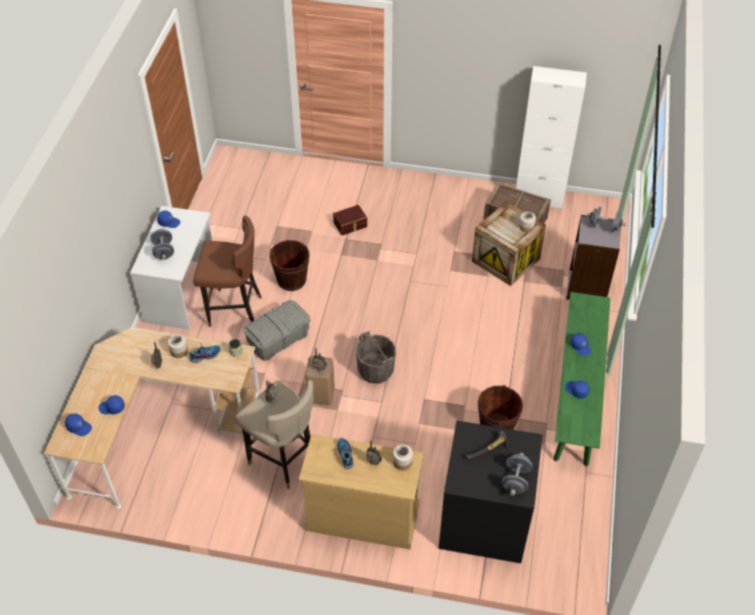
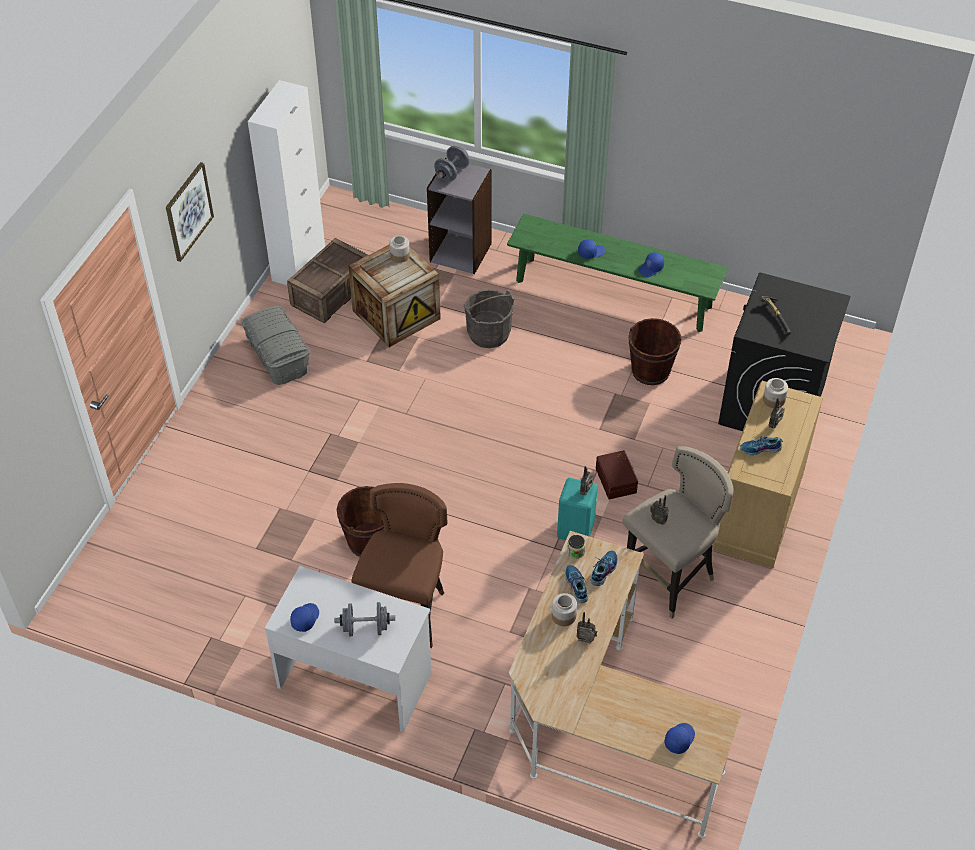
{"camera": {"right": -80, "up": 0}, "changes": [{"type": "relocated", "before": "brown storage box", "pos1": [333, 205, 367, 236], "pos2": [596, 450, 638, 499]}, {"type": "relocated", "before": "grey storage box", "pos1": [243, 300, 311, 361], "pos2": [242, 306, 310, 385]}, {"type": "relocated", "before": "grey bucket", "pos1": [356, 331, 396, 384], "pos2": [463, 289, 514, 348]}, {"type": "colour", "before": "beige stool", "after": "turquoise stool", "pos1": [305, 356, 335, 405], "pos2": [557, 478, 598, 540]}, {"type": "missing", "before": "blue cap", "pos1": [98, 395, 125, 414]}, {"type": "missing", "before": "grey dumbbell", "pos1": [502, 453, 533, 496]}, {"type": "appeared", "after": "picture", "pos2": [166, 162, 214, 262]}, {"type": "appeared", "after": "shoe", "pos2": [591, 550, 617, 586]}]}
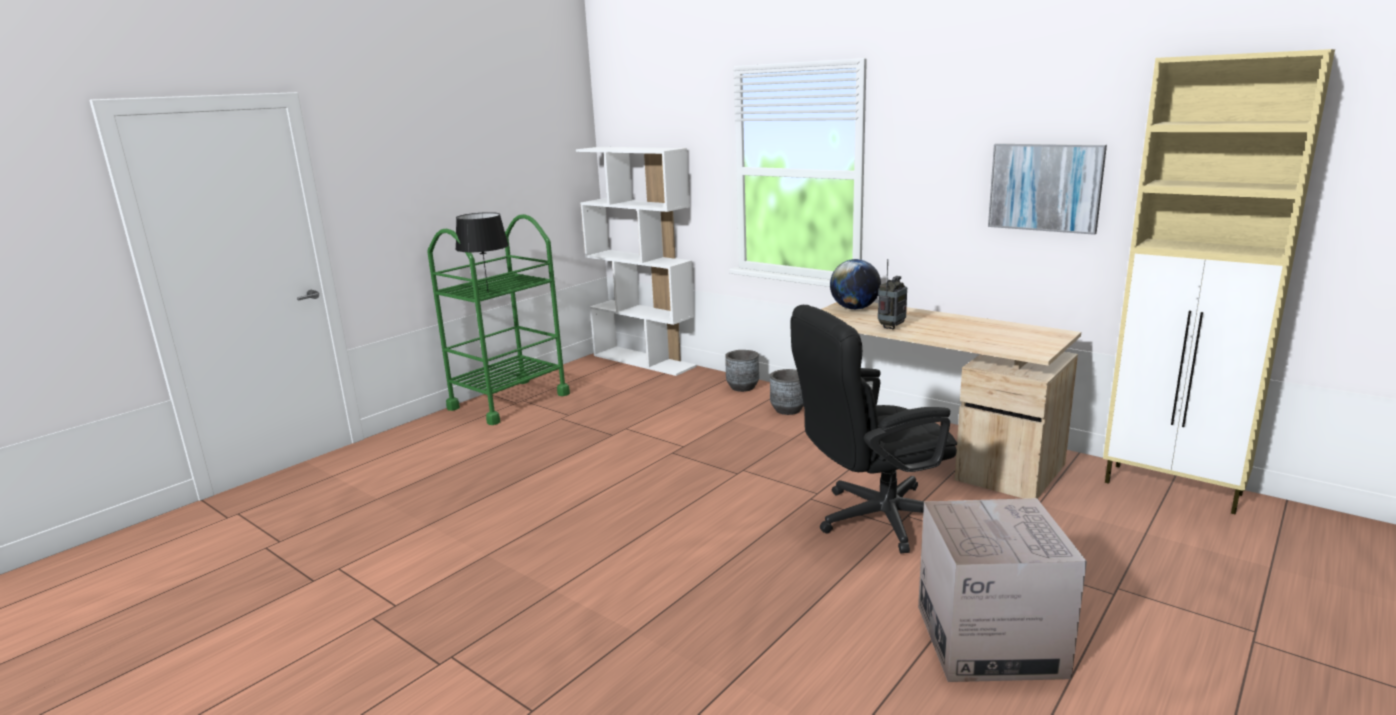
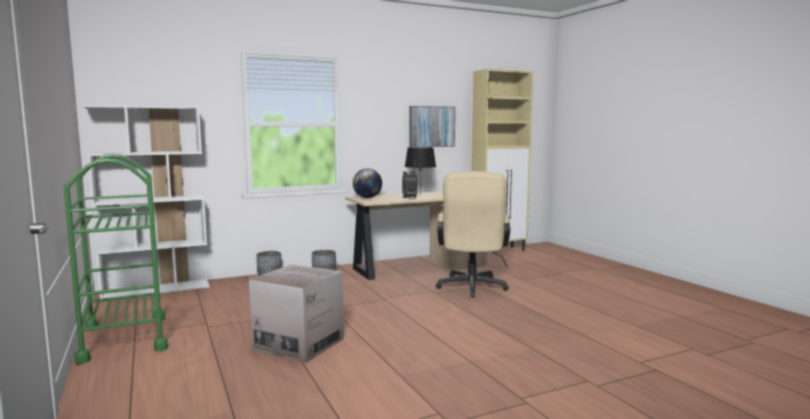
{"camera": {"right": -65, "up": -10}, "changes": [{"type": "relocated", "before": "black table lamp", "pos1": [456, 212, 509, 293], "pos2": [405, 147, 436, 195]}, {"type": "colour", "before": "black office chair", "after": "beige office chair", "pos1": [790, 305, 957, 553], "pos2": [436, 171, 510, 297]}, {"type": "relocated", "before": "cardboard box", "pos1": [918, 498, 1087, 682], "pos2": [249, 264, 344, 363]}]}
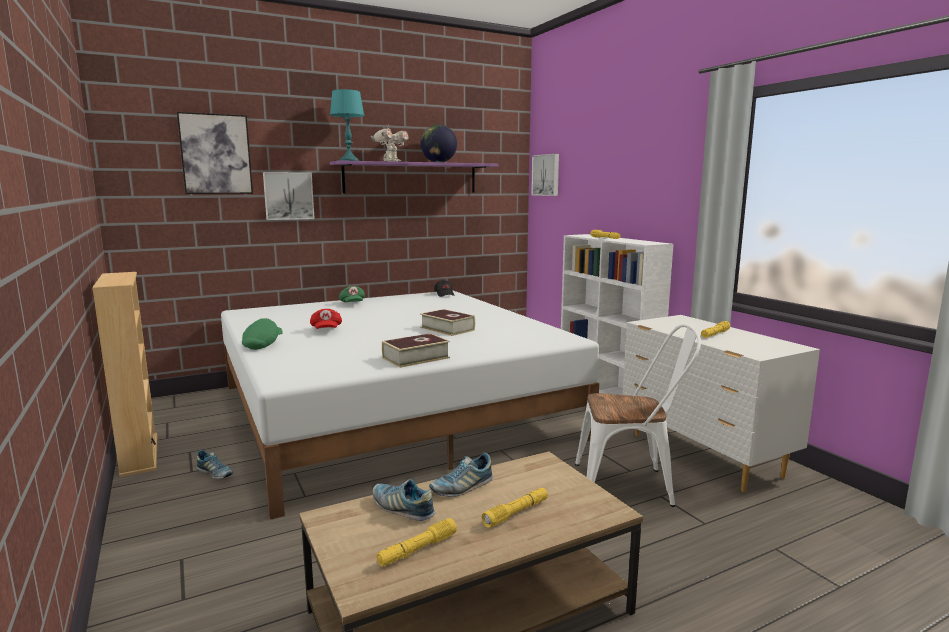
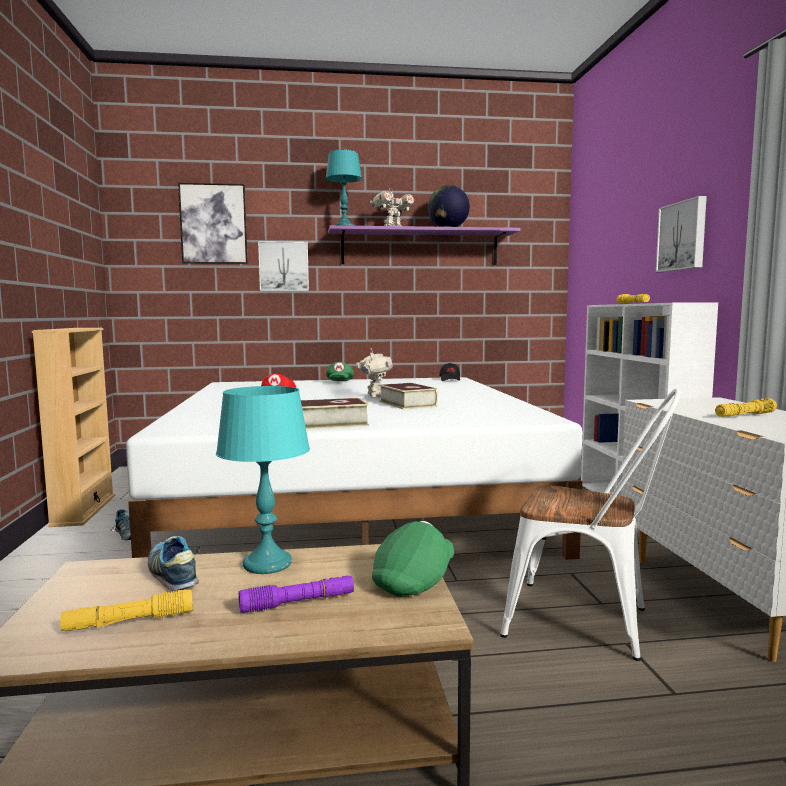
{"camera": {"right": 20, "up": -5}, "changes": [{"type": "relocated", "before": "picture", "pos1": [531, 154, 559, 196], "pos2": [656, 196, 707, 272]}, {"type": "relocated", "before": "green cap", "pos1": [242, 318, 283, 350], "pos2": [372, 521, 454, 597]}, {"type": "exchanged", "before": "shoe", "after": "turquoise table lamp", "pos1": [429, 453, 493, 497], "pos2": [216, 386, 310, 574]}, {"type": "colour", "before": "yellow flashlight", "after": "purple flashlight", "pos1": [482, 488, 548, 527], "pos2": [239, 575, 354, 613]}, {"type": "appeared", "after": "toy robot", "pos2": [356, 348, 393, 397]}]}
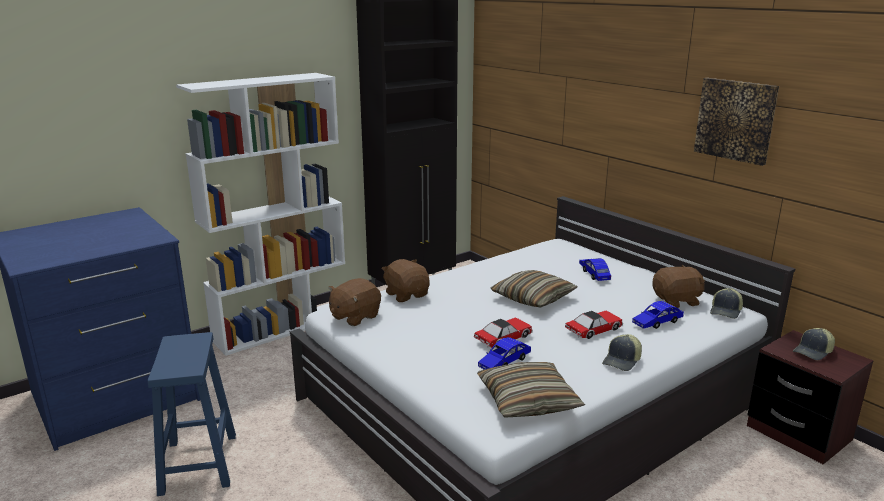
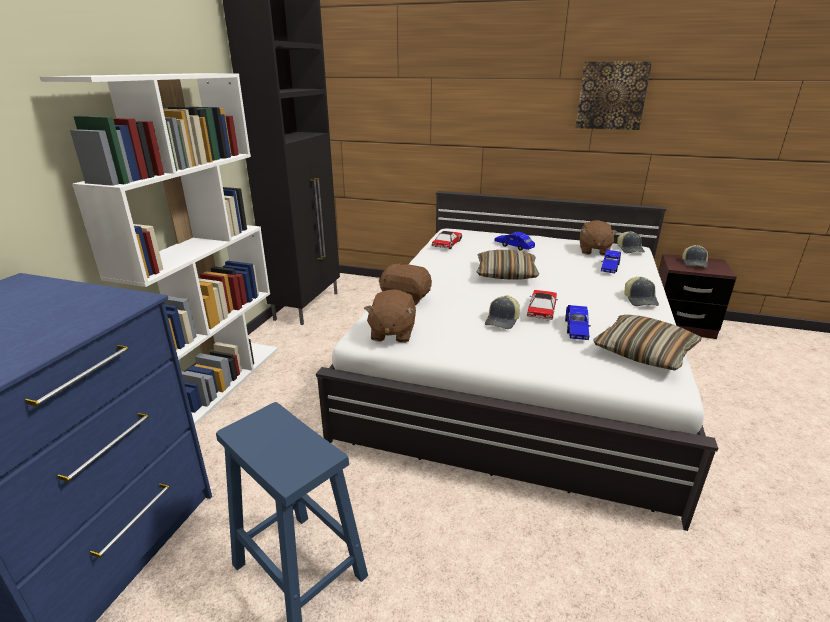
{"camera": {"right": -35, "up": 5}, "changes": [{"type": "spun", "before": "brown plush toy", "pos1": [652, 264, 705, 308], "pos2": [580, 220, 618, 256], "turn": 150}, {"type": "relocated", "before": "toy car", "pos1": [565, 311, 623, 339], "pos2": [432, 231, 462, 249]}, {"type": "appeared", "after": "cap", "pos2": [485, 296, 520, 329]}]}
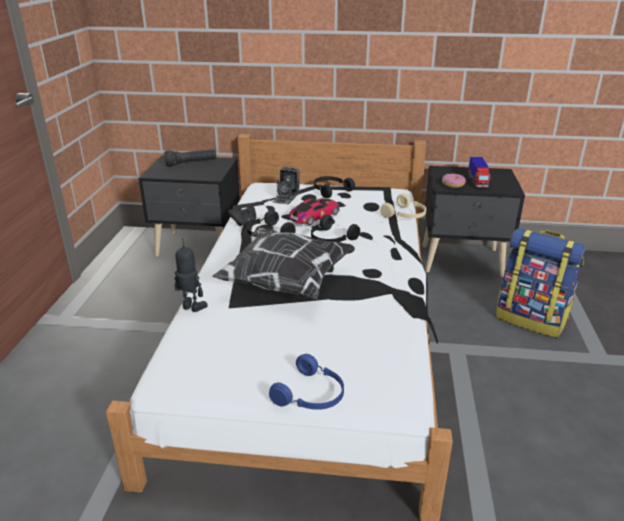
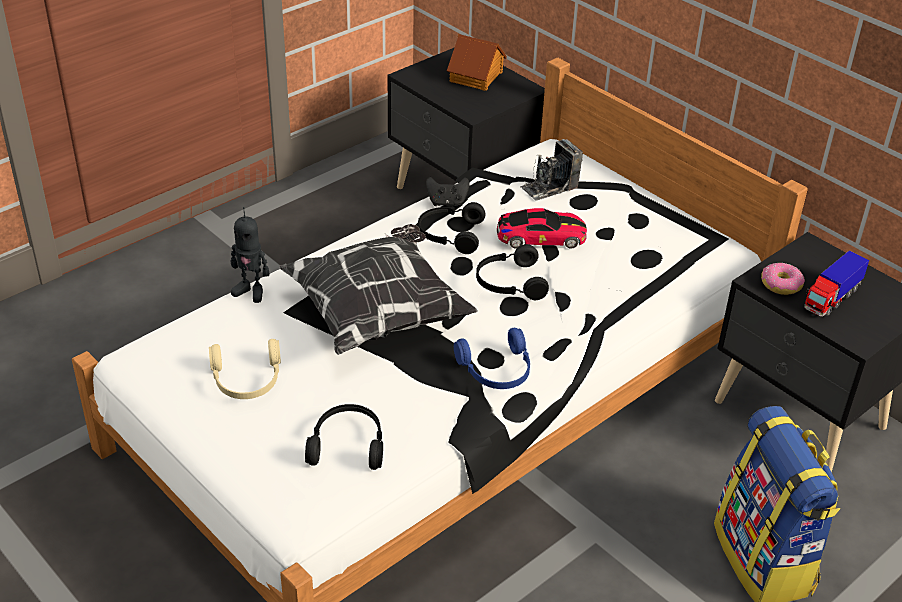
{"camera": {"right": 40, "up": 10}, "changes": [{"type": "exchanged", "before": "black flashlight", "after": "toy house", "pos1": [164, 149, 216, 167], "pos2": [447, 34, 507, 91]}, {"type": "relocated", "before": "black headphones", "pos1": [314, 176, 355, 198], "pos2": [305, 404, 383, 470]}, {"type": "relocated", "before": "beige headphones", "pos1": [380, 193, 426, 218], "pos2": [209, 339, 281, 399]}, {"type": "spun", "before": "toy robot", "pos1": [175, 238, 208, 312], "pos2": [231, 207, 269, 303], "turn": 135}, {"type": "relocated", "before": "blue headphones", "pos1": [269, 354, 344, 410], "pos2": [454, 328, 530, 389]}]}
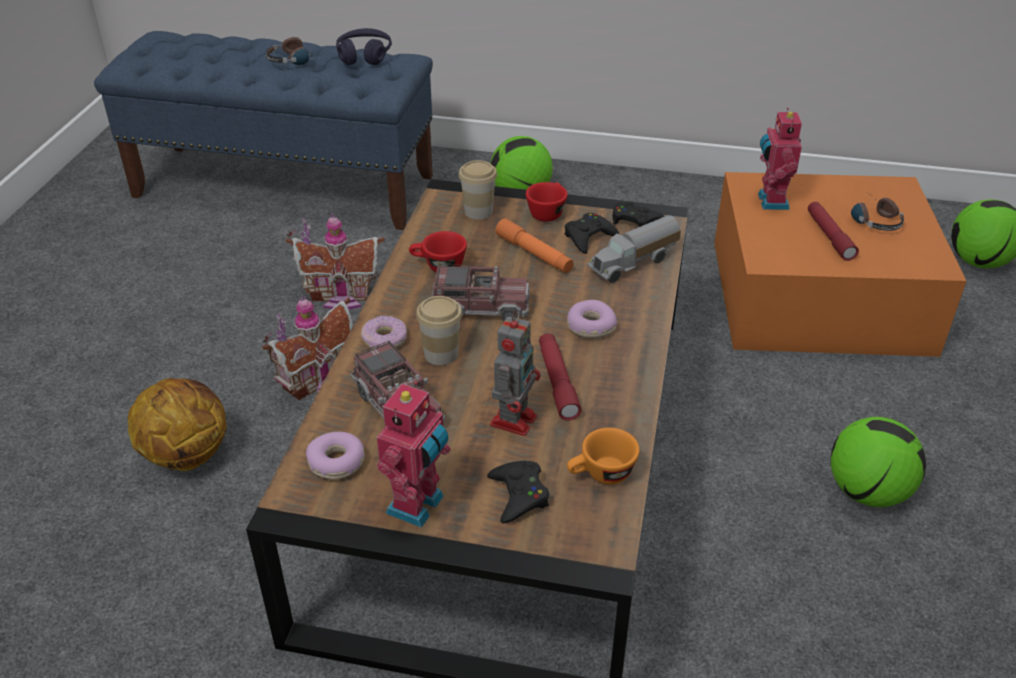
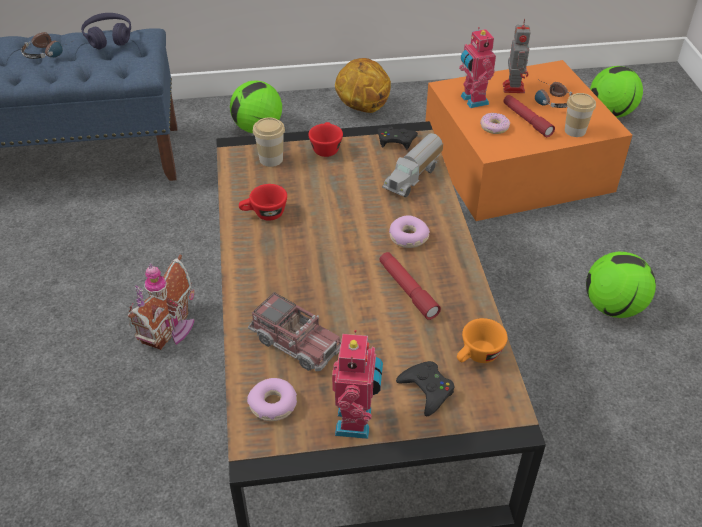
{"camera": {"right": -20, "up": 5}, "changes": [{"type": "missing", "before": "toy house", "pos1": [286, 213, 385, 309]}, {"type": "missing", "before": "black game controller", "pos1": [565, 213, 619, 254]}, {"type": "missing", "before": "orange flashlight", "pos1": [496, 218, 574, 273]}, {"type": "missing", "before": "toy truck", "pos1": [431, 264, 530, 321]}, {"type": "relocated", "before": "cup", "pos1": [416, 296, 462, 365], "pos2": [565, 93, 596, 137]}, {"type": "relocated", "before": "toy robot", "pos1": [490, 310, 541, 436], "pos2": [503, 19, 531, 93]}, {"type": "relocated", "before": "donut", "pos1": [361, 315, 407, 349], "pos2": [480, 113, 510, 134]}, {"type": "relocated", "before": "basketball", "pos1": [128, 378, 227, 471], "pos2": [335, 58, 391, 113]}]}
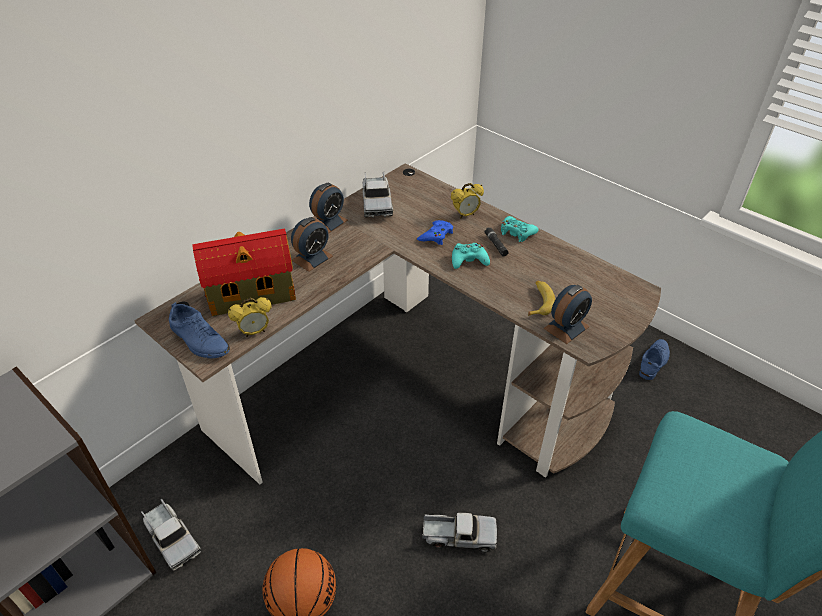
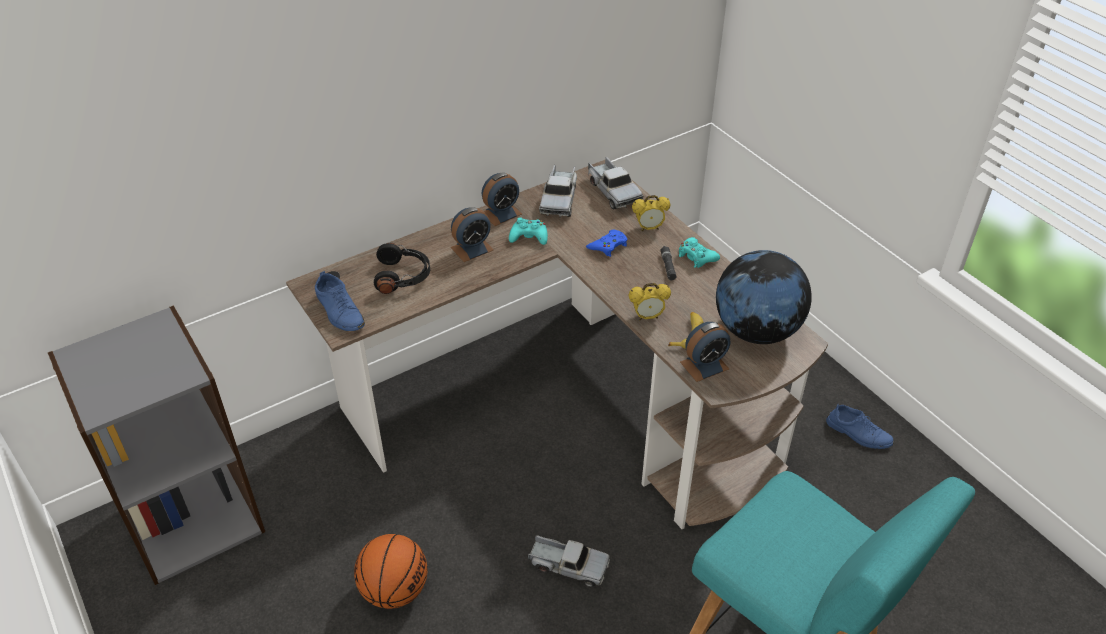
{"camera": {"right": 15, "up": 0}, "changes": [{"type": "exchanged", "before": "toy house", "after": "black headphones", "pos1": [192, 228, 296, 316], "pos2": [374, 243, 430, 294]}, {"type": "relocated", "before": "turquoise game controller", "pos1": [452, 243, 490, 269], "pos2": [509, 217, 548, 245]}, {"type": "relocated", "before": "alarm clock", "pos1": [228, 297, 272, 337], "pos2": [629, 283, 671, 321]}, {"type": "spun", "before": "blue shoe", "pos1": [639, 339, 670, 380], "pos2": [826, 404, 894, 449], "turn": 75}, {"type": "relocated", "before": "toy truck", "pos1": [141, 499, 201, 571], "pos2": [588, 157, 644, 209]}, {"type": "appeared", "after": "globe", "pos2": [716, 250, 812, 344]}]}
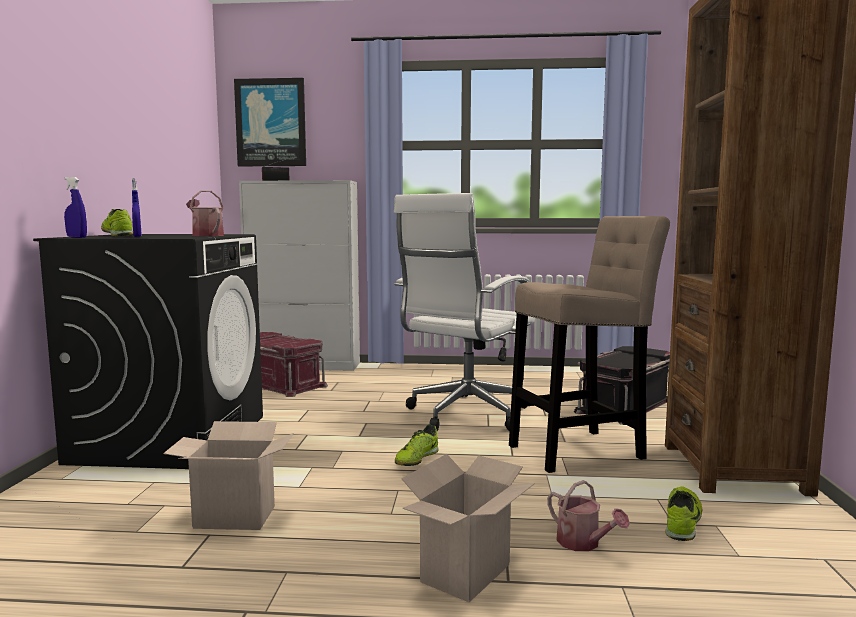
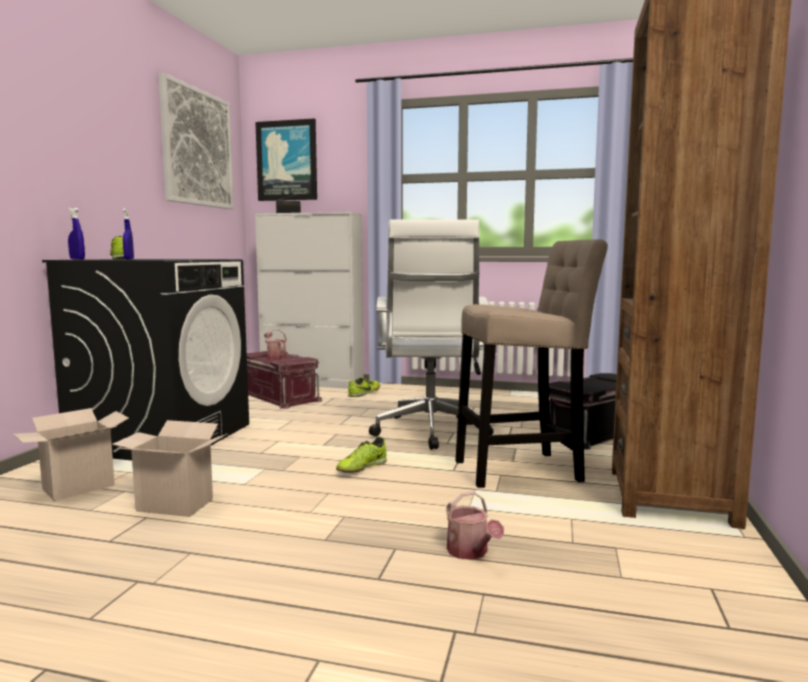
{"camera": {"right": 10, "up": 0}, "changes": [{"type": "relocated", "before": "watering can", "pos1": [186, 190, 224, 236], "pos2": [264, 329, 287, 360]}, {"type": "spun", "before": "white office chair", "pos1": [394, 193, 535, 431], "pos2": [369, 219, 494, 450], "turn": -45}, {"type": "relocated", "before": "cardboard box", "pos1": [401, 454, 535, 602], "pos2": [13, 408, 129, 501]}, {"type": "relocated", "before": "shoe", "pos1": [665, 486, 702, 541], "pos2": [348, 377, 380, 397]}, {"type": "appeared", "after": "picture", "pos2": [158, 73, 234, 209]}]}
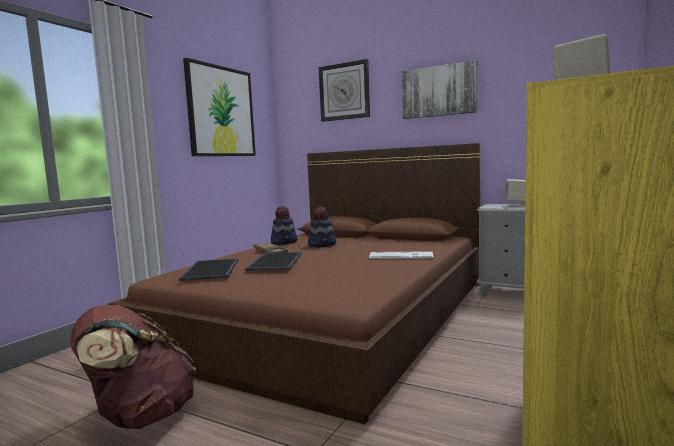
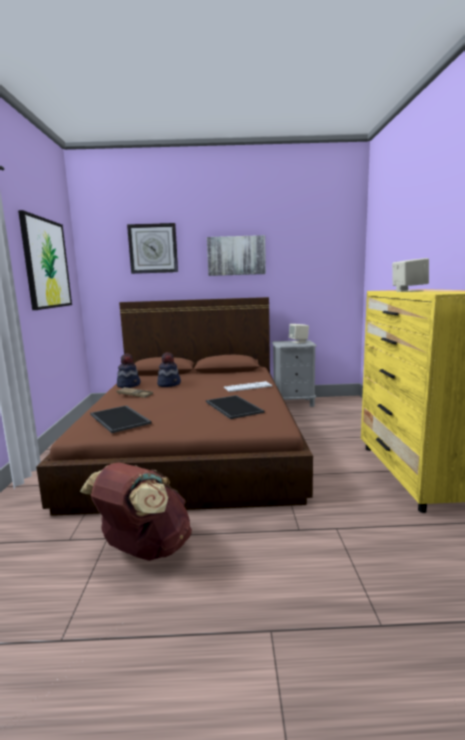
{"camera": {"right": -30, "up": 5}, "changes": [{"type": "relocated", "before": "tray", "pos1": [245, 252, 302, 271], "pos2": [206, 395, 264, 419]}]}
